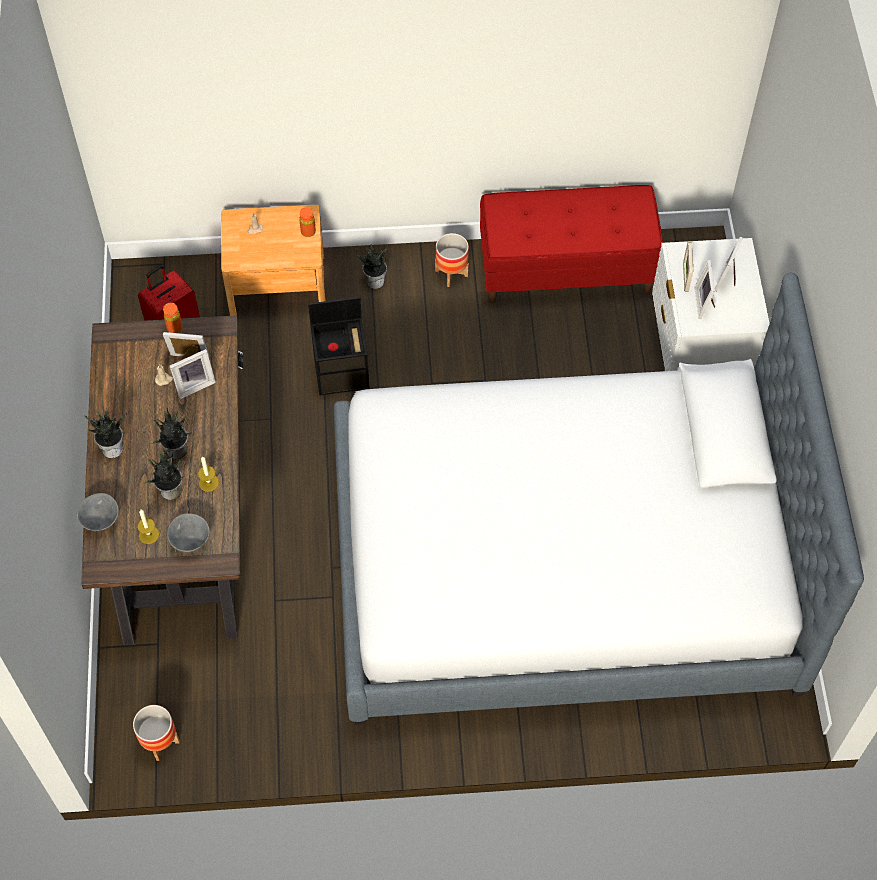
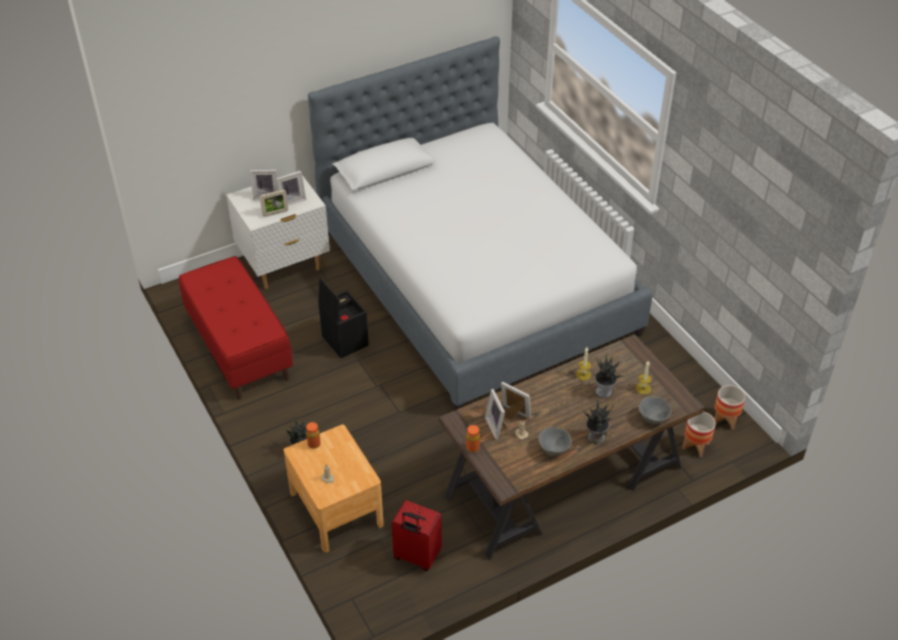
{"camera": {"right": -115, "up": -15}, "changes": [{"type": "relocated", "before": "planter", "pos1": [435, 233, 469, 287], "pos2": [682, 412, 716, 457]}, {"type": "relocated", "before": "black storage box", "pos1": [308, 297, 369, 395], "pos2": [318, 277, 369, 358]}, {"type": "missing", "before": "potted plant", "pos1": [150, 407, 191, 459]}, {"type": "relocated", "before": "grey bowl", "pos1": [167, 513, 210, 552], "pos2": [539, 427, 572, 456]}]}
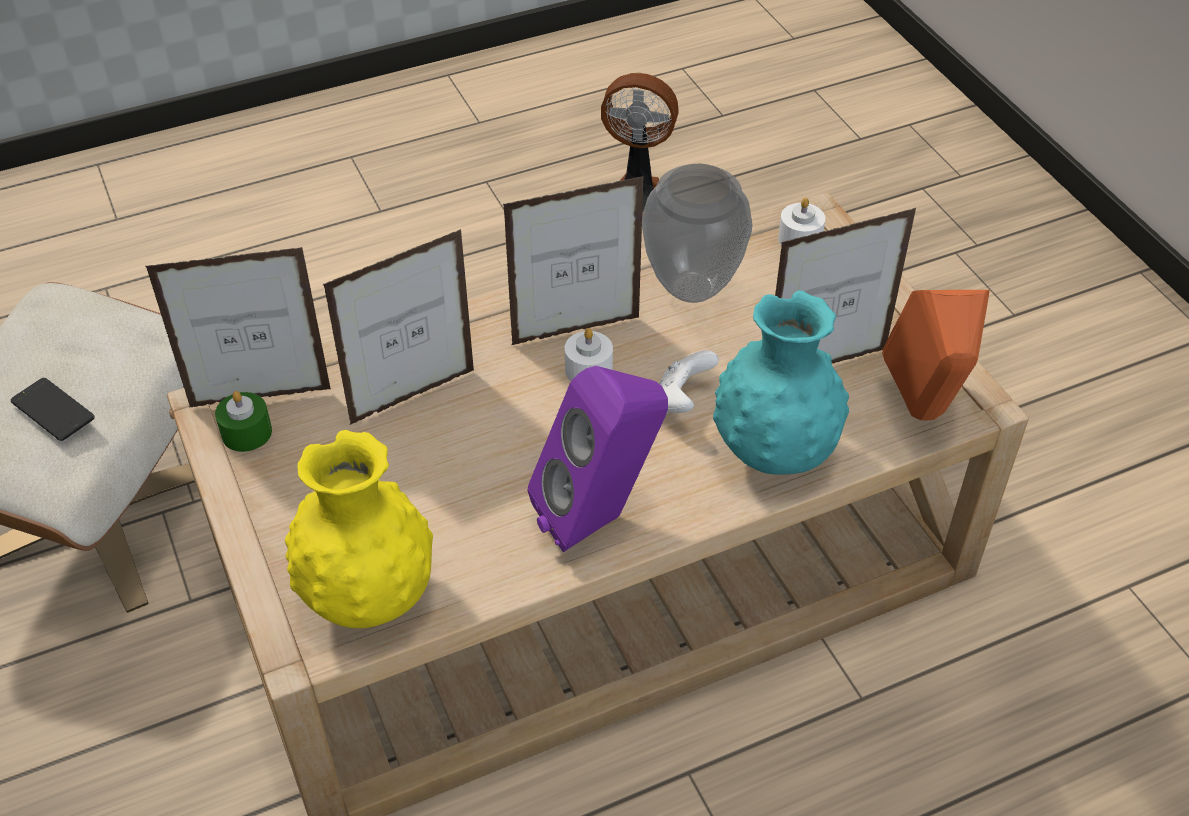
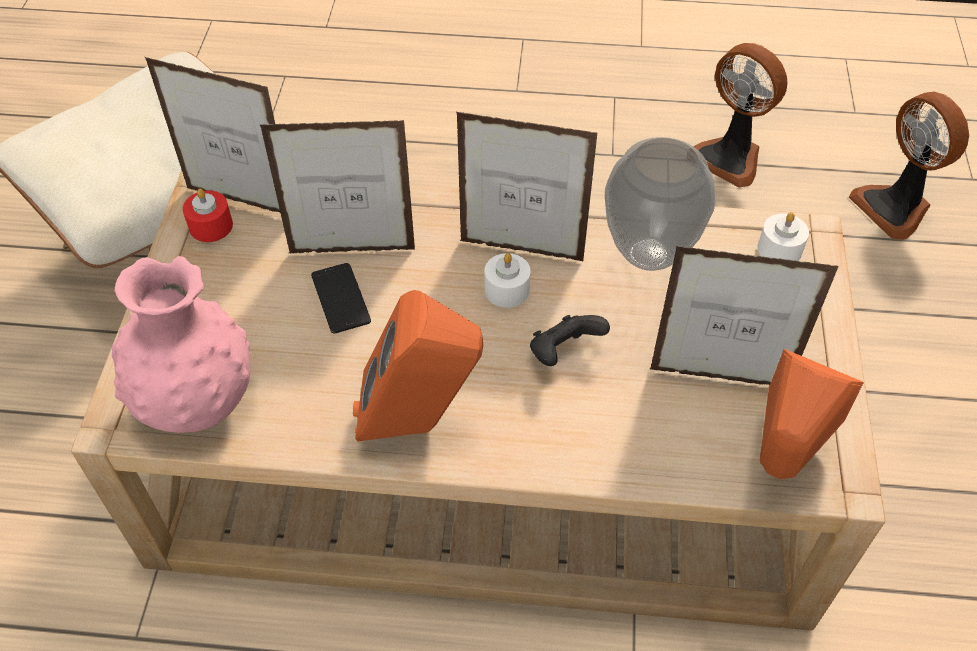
{"camera": {"right": 30, "up": 5}, "changes": [{"type": "missing", "before": "turquoise vase", "pos1": [713, 291, 849, 475]}, {"type": "colour", "before": "white game controller", "after": "black game controller", "pos1": [659, 350, 719, 413], "pos2": [530, 315, 610, 366]}, {"type": "colour", "before": "purple speaker", "after": "orange speaker", "pos1": [528, 366, 668, 552], "pos2": [353, 290, 483, 442]}, {"type": "relocated", "before": "phone", "pos1": [10, 378, 95, 441], "pos2": [311, 263, 371, 334]}, {"type": "colour", "before": "green candle", "after": "red candle", "pos1": [215, 391, 272, 452], "pos2": [183, 189, 233, 242]}, {"type": "colour", "before": "yellow vase", "after": "pink vase", "pos1": [285, 430, 433, 628], "pos2": [112, 256, 250, 433]}, {"type": "appeared", "after": "fan", "pos2": [849, 92, 969, 240]}]}
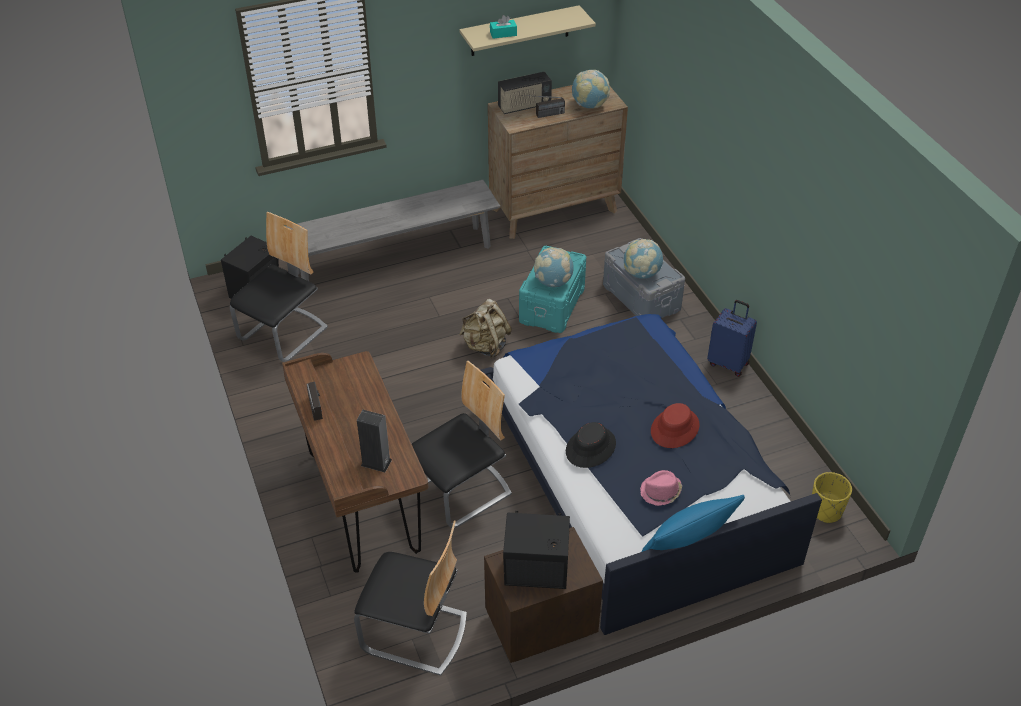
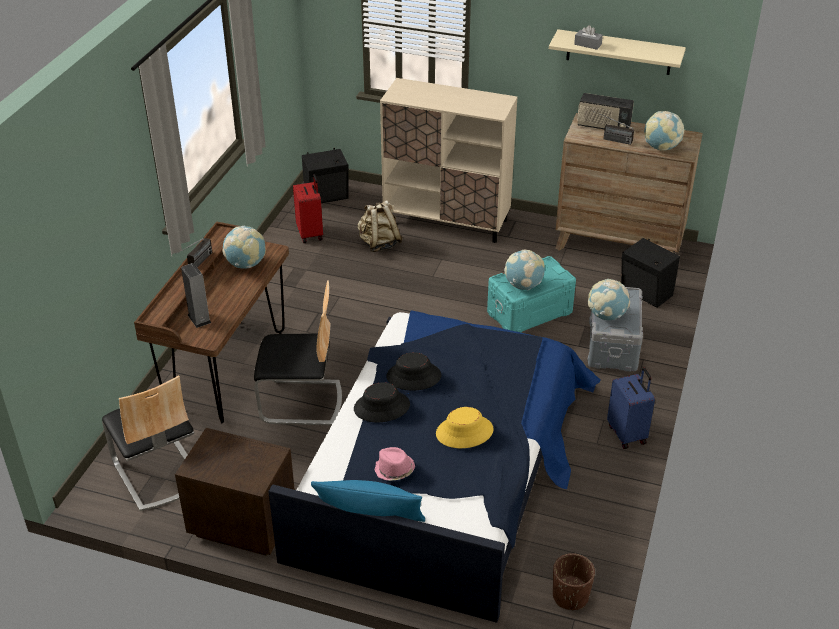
{"camera": {"right": 40, "up": -5}, "changes": [{"type": "colour", "before": "turquoise tissue box", "after": "grey tissue box", "pos1": [490, 15, 517, 39], "pos2": [574, 25, 603, 50]}, {"type": "exchanged", "before": "grey bench", "after": "beige cabinet", "pos1": [285, 180, 500, 281], "pos2": [380, 78, 518, 243]}, {"type": "exchanged", "before": "chair", "after": "red suitcase", "pos1": [230, 212, 328, 362], "pos2": [293, 174, 323, 243]}, {"type": "relocated", "before": "beige backpack", "pos1": [459, 299, 512, 358], "pos2": [358, 200, 403, 252]}, {"type": "colour", "before": "red hat", "after": "yellow hat", "pos1": [651, 403, 699, 448], "pos2": [436, 407, 494, 448]}, {"type": "colour", "before": "yellow planter", "after": "brown planter", "pos1": [812, 472, 852, 523], "pos2": [553, 553, 595, 610]}, {"type": "relocated", "before": "black speaker", "pos1": [503, 511, 570, 589], "pos2": [621, 238, 680, 308]}, {"type": "appeared", "after": "globe", "pos2": [222, 226, 266, 269]}, {"type": "appeared", "after": "black hat", "pos2": [386, 352, 441, 391]}]}
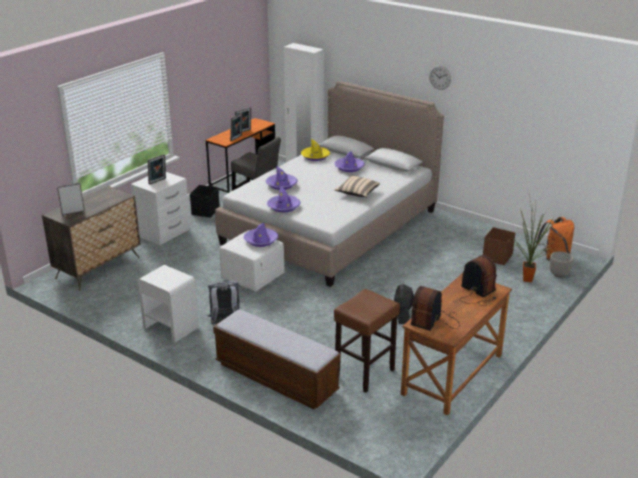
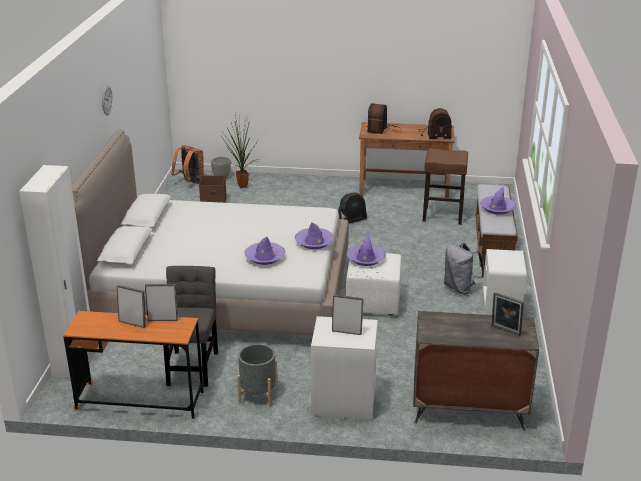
{"camera": {"right": -120, "up": 0}, "changes": [{"type": "missing", "before": "yellow hat", "pos1": [301, 139, 330, 161]}, {"type": "relocated", "before": "purple hat", "pos1": [334, 151, 365, 172], "pos2": [480, 187, 516, 214]}, {"type": "missing", "before": "beige pillow", "pos1": [335, 176, 380, 197]}, {"type": "exchanged", "before": "black storage box", "after": "grey planter", "pos1": [190, 185, 220, 218], "pos2": [237, 344, 278, 407]}]}
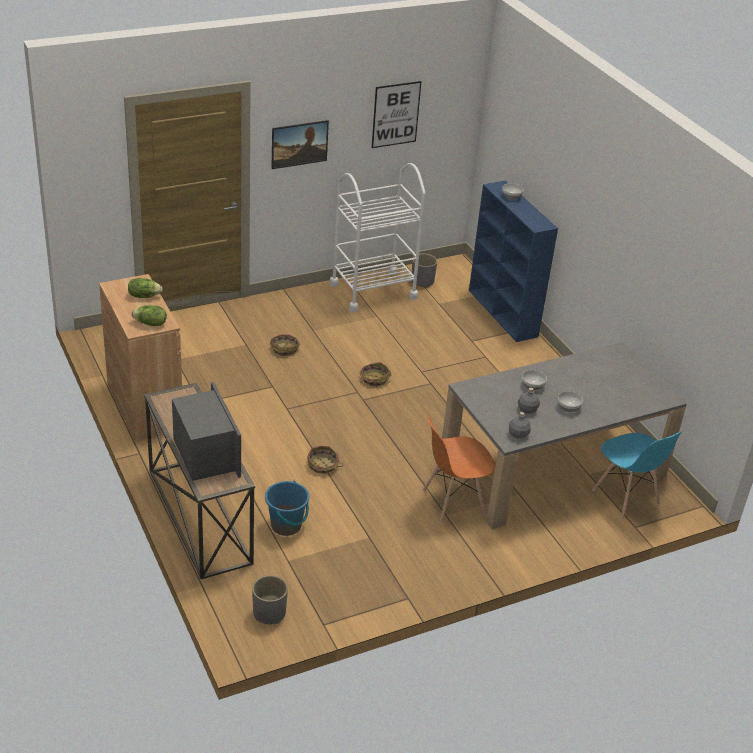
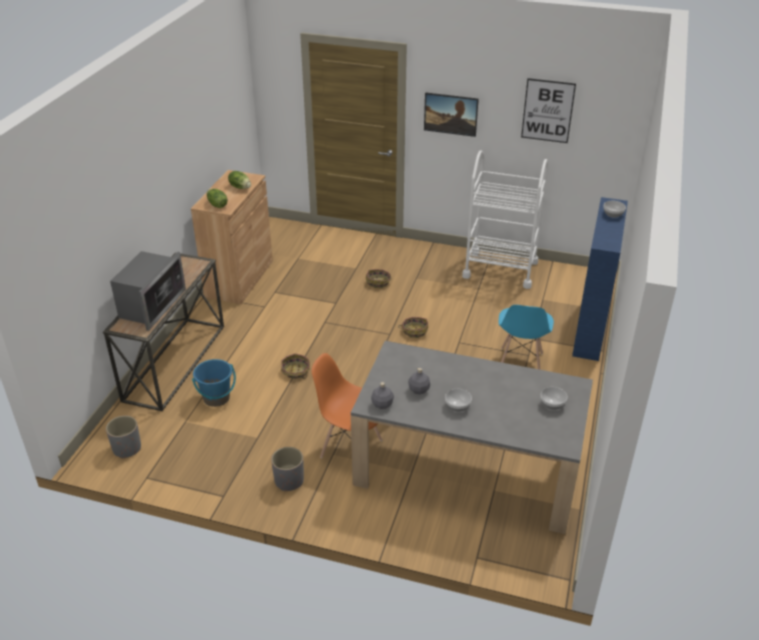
{"camera": {"right": 45, "up": 0}, "changes": [{"type": "relocated", "before": "grey planter", "pos1": [412, 253, 437, 288], "pos2": [271, 447, 304, 491]}, {"type": "relocated", "before": "bowl", "pos1": [522, 370, 547, 391], "pos2": [540, 387, 568, 410]}, {"type": "relocated", "before": "blue chair", "pos1": [592, 432, 681, 520], "pos2": [499, 305, 554, 370]}]}
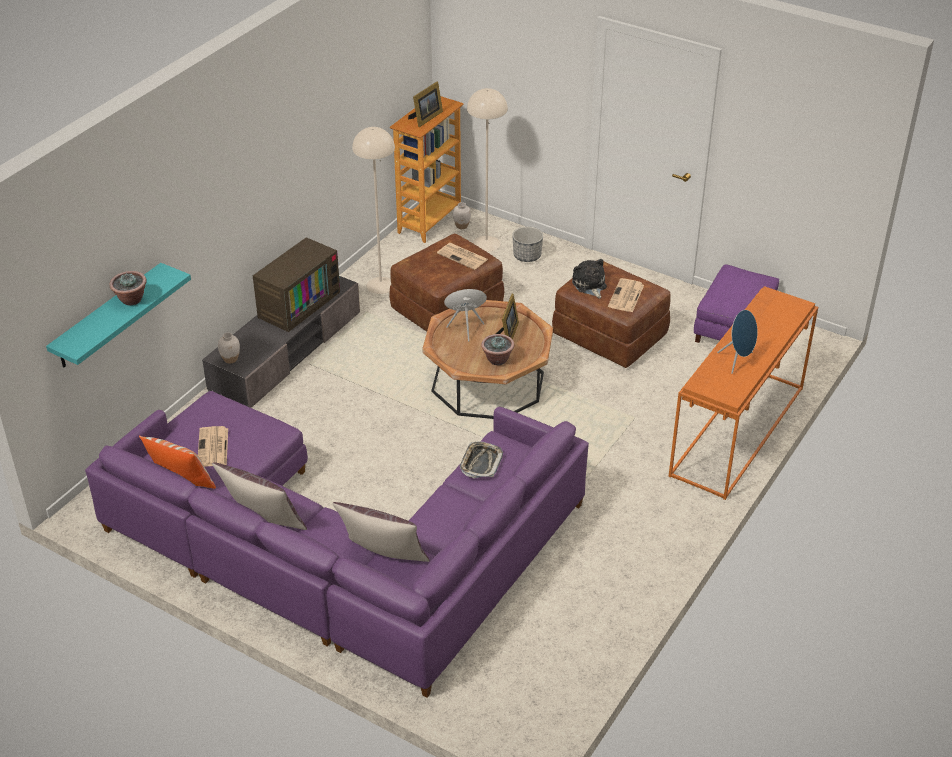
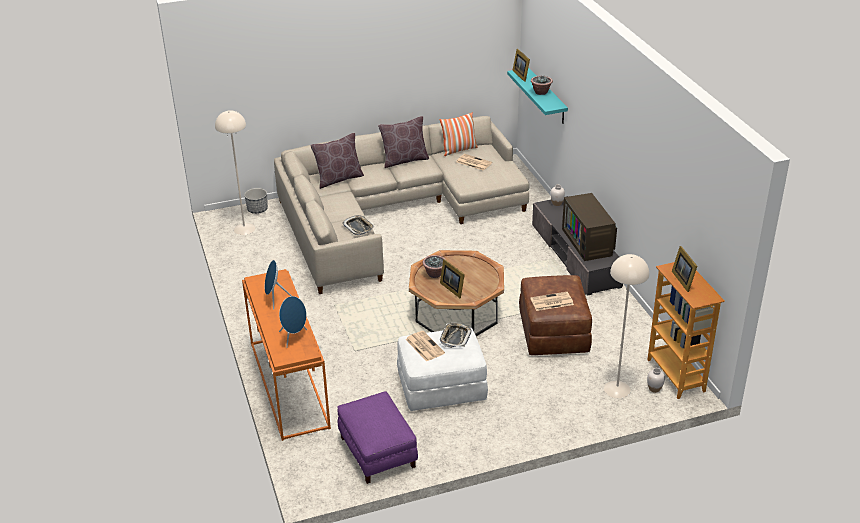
{"camera": {"right": 130, "up": -5}, "changes": [{"type": "relocated", "before": "beige floor lamp", "pos1": [352, 127, 395, 294], "pos2": [215, 110, 255, 235]}, {"type": "relocated", "before": "planter", "pos1": [512, 226, 543, 262], "pos2": [244, 188, 268, 214]}, {"type": "exchanged", "before": "plush toy", "after": "tray", "pos1": [572, 259, 607, 299], "pos2": [440, 323, 472, 348]}, {"type": "colour", "before": "brown ottoman", "after": "white ottoman", "pos1": [552, 261, 671, 368], "pos2": [397, 327, 488, 411]}, {"type": "relocated", "before": "blue speaker", "pos1": [444, 289, 487, 341], "pos2": [279, 296, 307, 348]}, {"type": "colour", "before": "purple sofa", "after": "beige sofa", "pos1": [85, 391, 589, 698], "pos2": [274, 116, 530, 294]}, {"type": "appeared", "after": "picture frame", "pos2": [512, 49, 530, 82]}]}
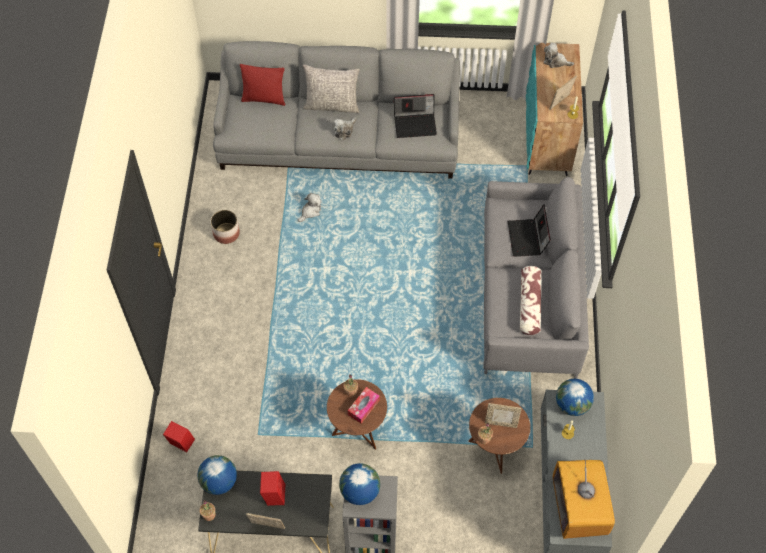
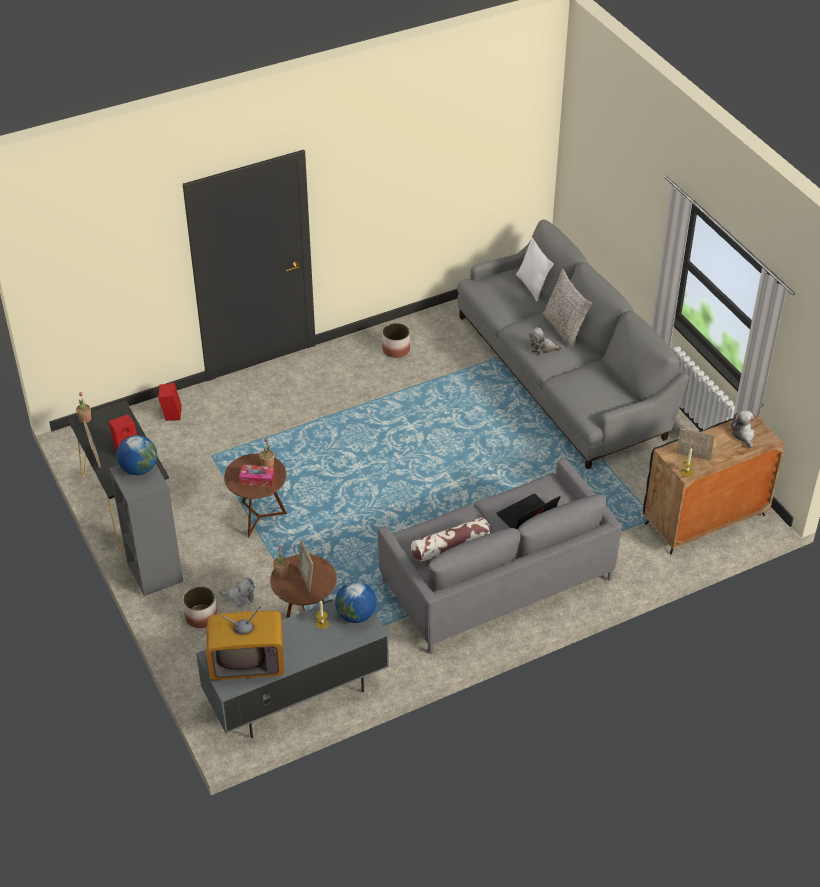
{"camera": {"right": 60, "up": -15}, "changes": [{"type": "colour", "before": "turquoise cabinet", "after": "black cabinet", "pos1": [526, 43, 583, 176], "pos2": [643, 415, 785, 554]}, {"type": "colour", "before": "red pillow", "after": "white pillow", "pos1": [240, 64, 286, 106], "pos2": [516, 238, 554, 302]}, {"type": "missing", "before": "laptop", "pos1": [394, 94, 437, 138]}, {"type": "relocated", "before": "plush toy", "pos1": [298, 193, 321, 222], "pos2": [218, 577, 255, 607]}, {"type": "missing", "before": "globe", "pos1": [198, 455, 237, 495]}, {"type": "spun", "before": "television", "pos1": [553, 459, 615, 539], "pos2": [206, 606, 284, 680], "turn": -150}, {"type": "appeared", "after": "planter", "pos2": [183, 586, 218, 628]}]}
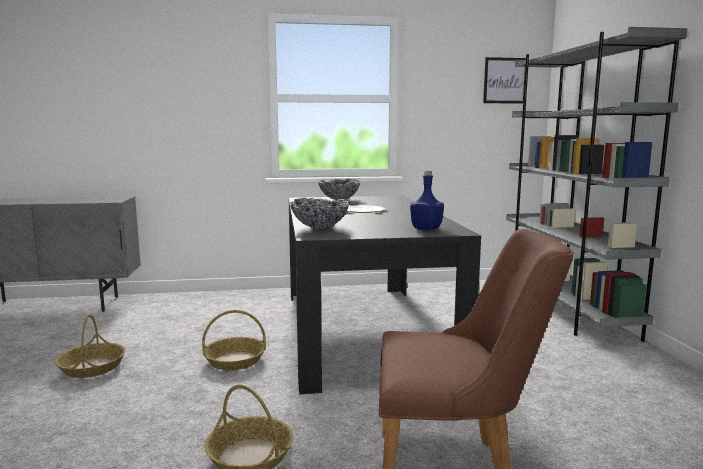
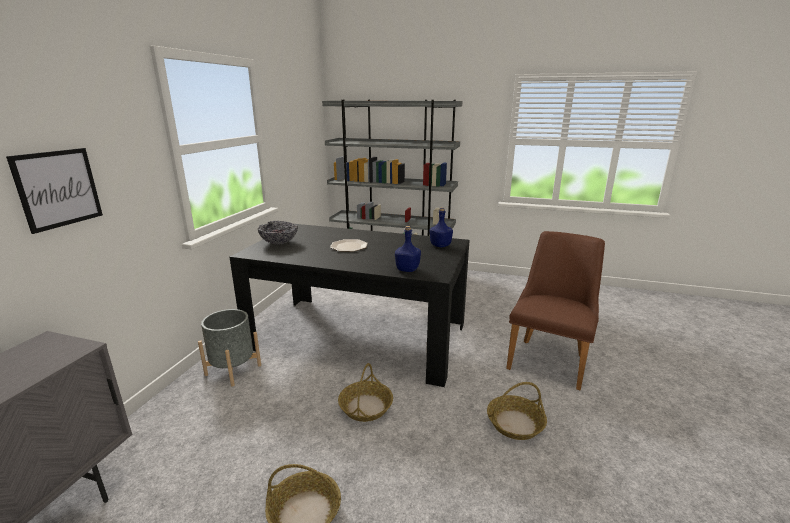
{"camera": {"right": -65, "up": 10}, "changes": [{"type": "relocated", "before": "picture", "pos1": [483, 57, 526, 104], "pos2": [6, 148, 103, 234]}, {"type": "exchanged", "before": "bowl", "after": "blue bottle", "pos1": [291, 198, 349, 229], "pos2": [395, 226, 421, 272]}, {"type": "appeared", "after": "grey planter", "pos2": [198, 309, 261, 386]}]}
